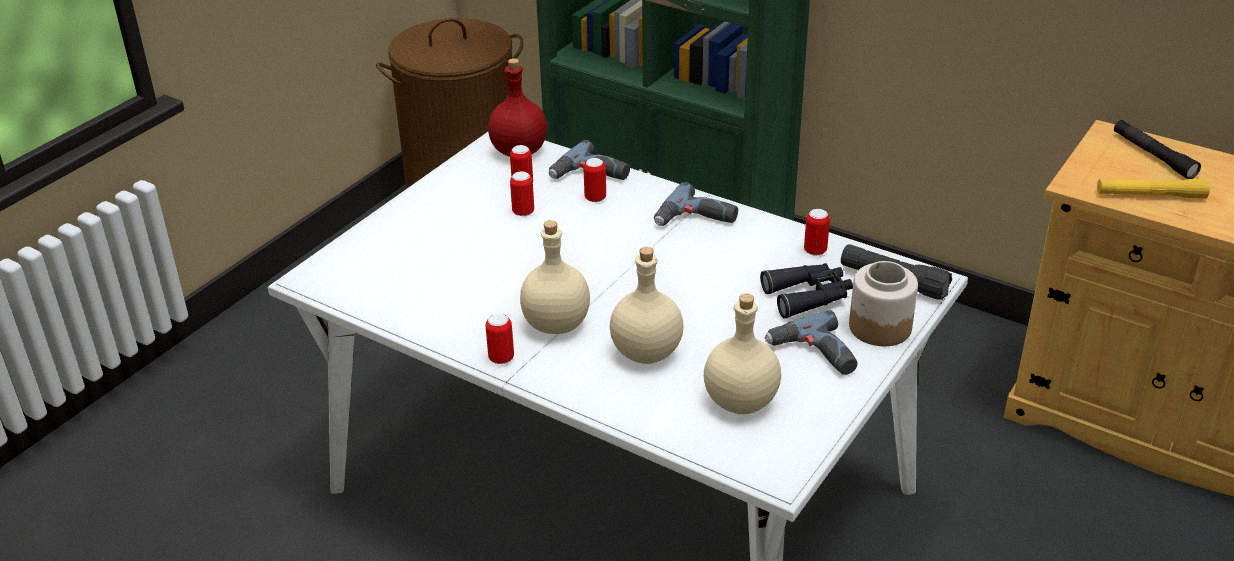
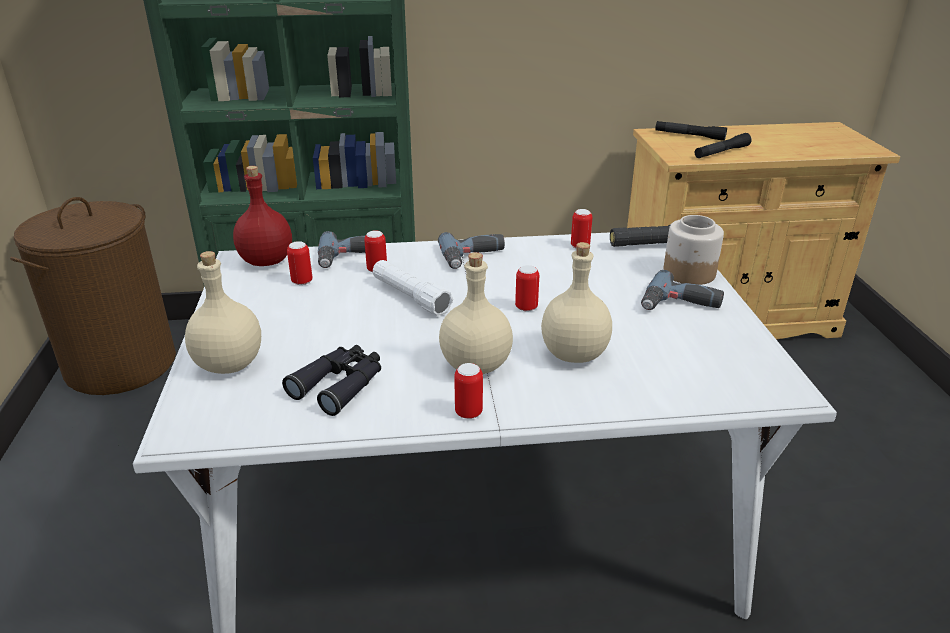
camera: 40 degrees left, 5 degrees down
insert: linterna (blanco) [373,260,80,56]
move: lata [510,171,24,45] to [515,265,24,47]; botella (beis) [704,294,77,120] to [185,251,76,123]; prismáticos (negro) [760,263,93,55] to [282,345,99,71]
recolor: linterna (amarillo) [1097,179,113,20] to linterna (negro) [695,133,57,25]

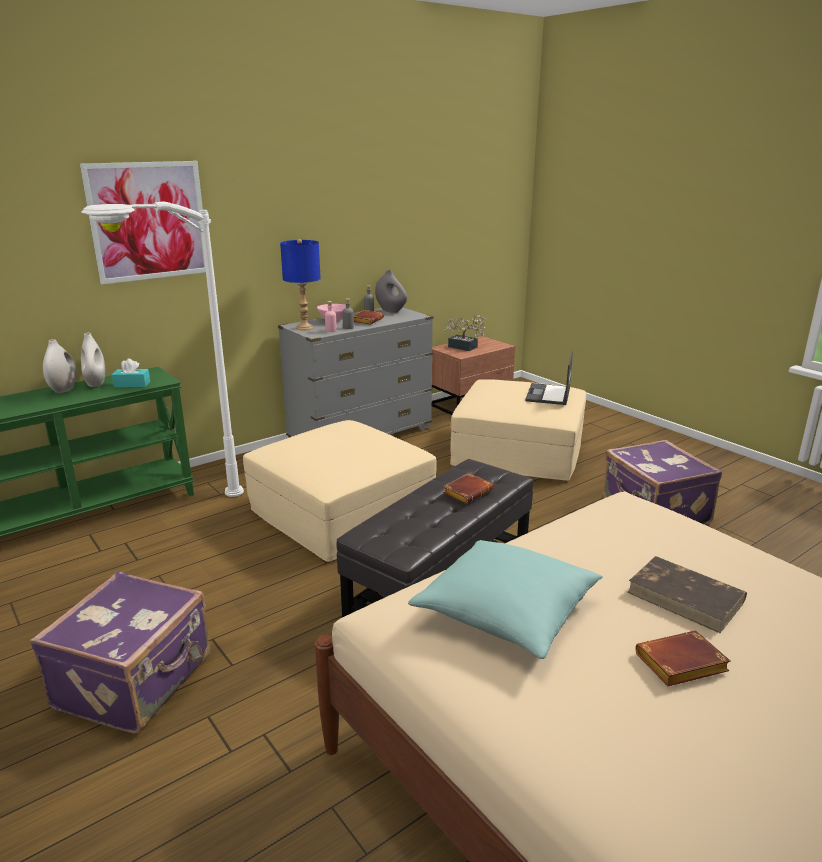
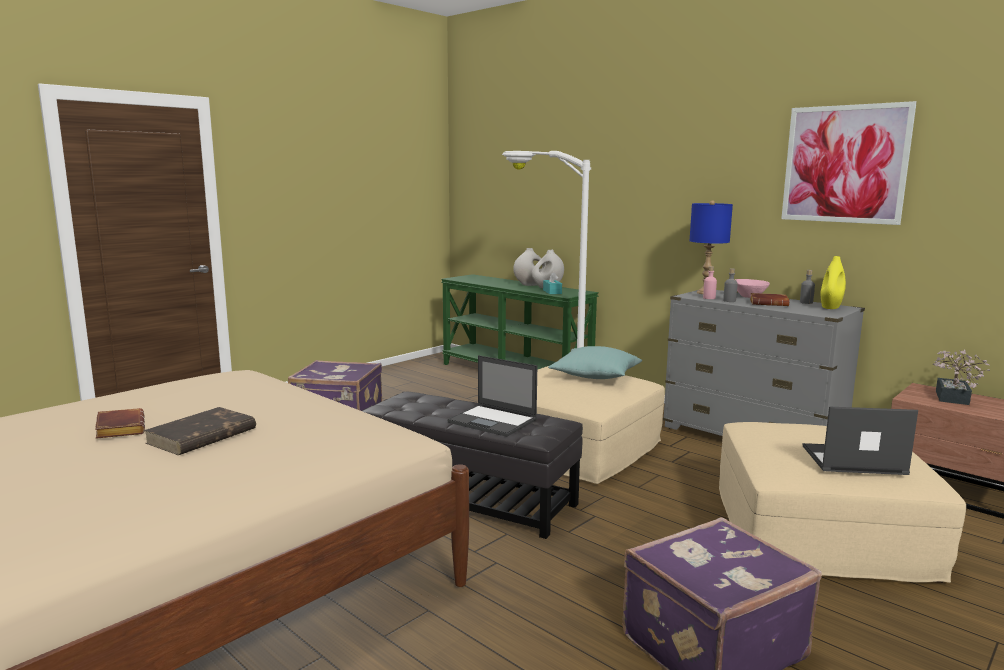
camera: 80 degrees right, 10 degrees down
move: cuadro [80,161,126,124] to [781,101,136,124]; cojín (turquesa) [408,540,195,119] to [548,346,94,33]
replace: libro (marrón) [443,473,50,31] to portátil [447,355,90,82]
recolor: florero (gris) [375,270,32,43] to florero (amarillo) [820,256,26,53]

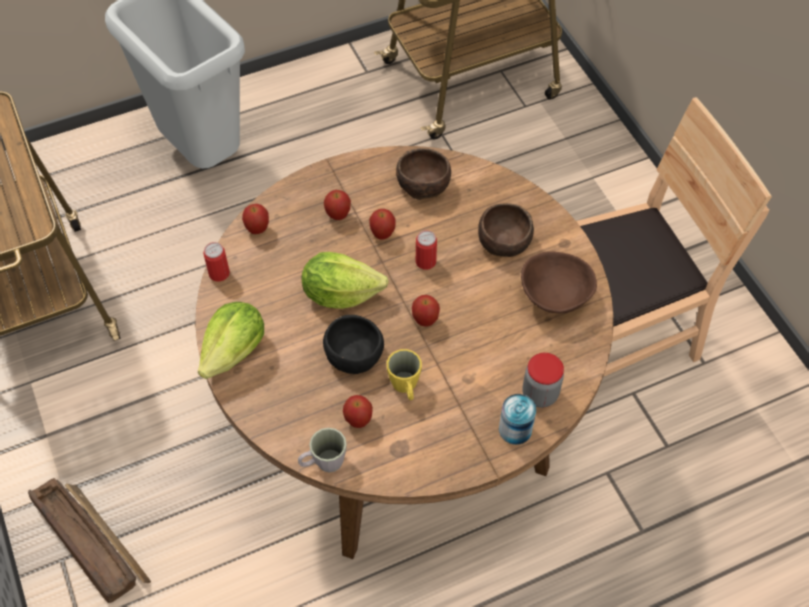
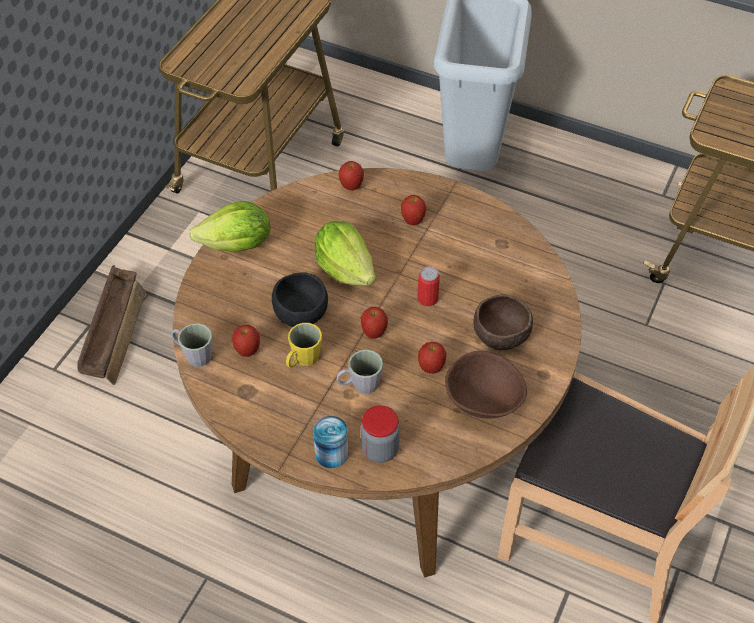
camera: 50 degrees right, 5 degrees down
delete: lata [203,242,27,40]; cuenco (marrón) [396,148,55,52]
insert: taza grande (gris) [337,350,46,44]
move: manzana [369,209,27,31] to [418,342,29,32]

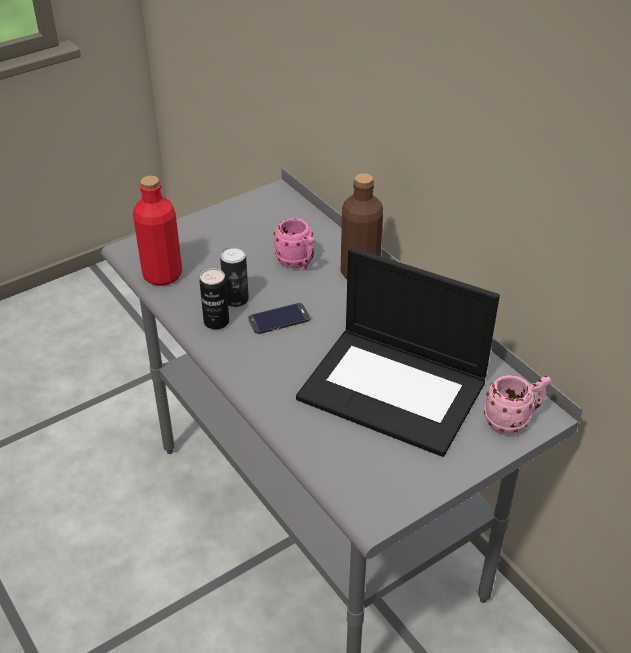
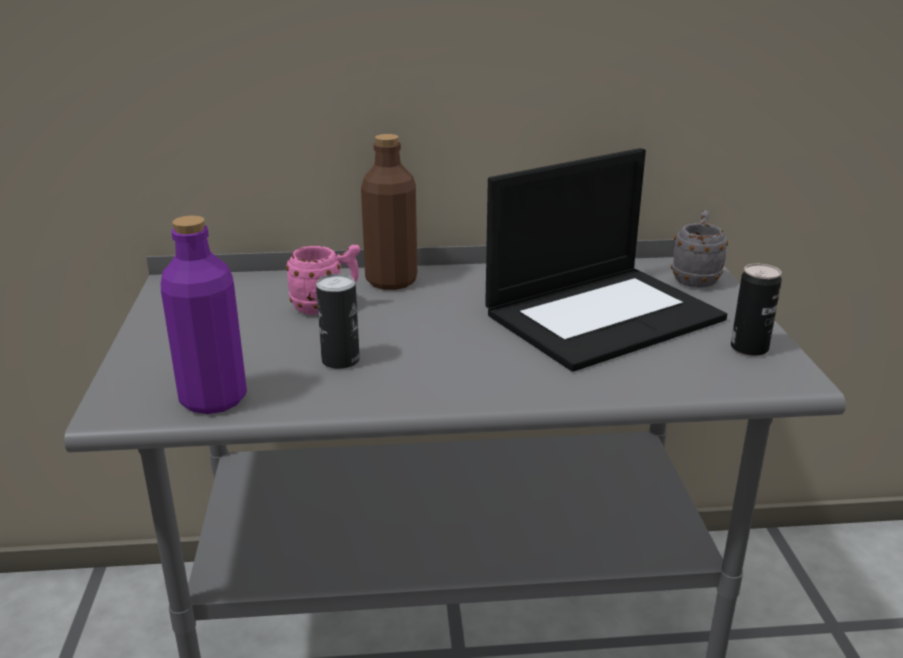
camera: 60 degrees left, 15 degrees down
delete: móvil [248,303,62,31]
move: lata [200,268,29,61] to [731,264,51,92]
recolor: botella (rojo) [133,176,49,110] to botella (morado) [161,215,86,199]; taza grande (rosa) [484,375,67,60] to taza grande (gris) [671,210,57,78]

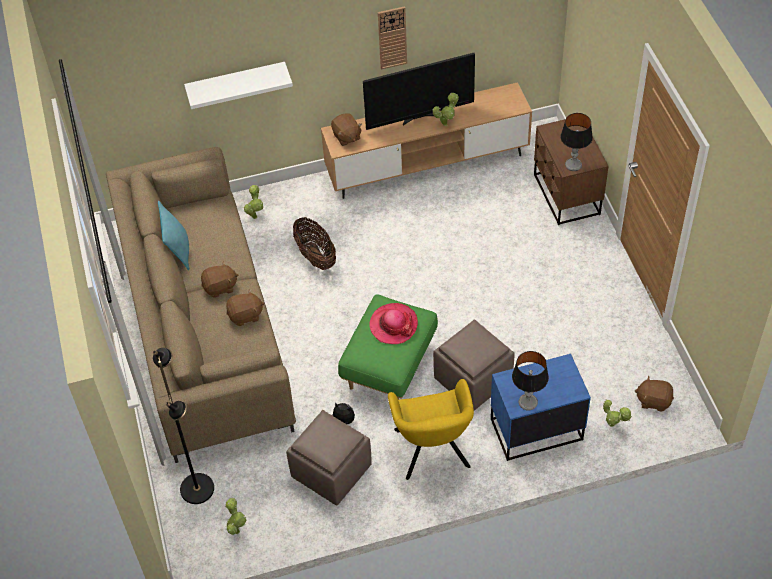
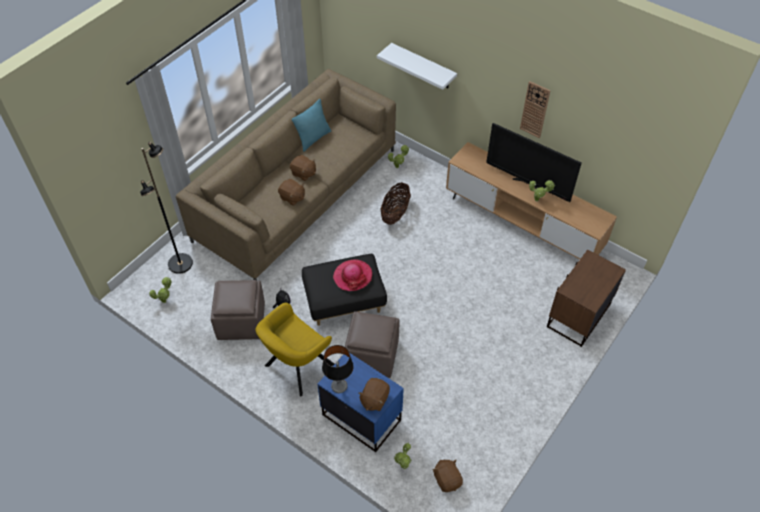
camera: 50 degrees right, 0 degrees up
delete: lámpara de mesa [560,113,33,58]
move: peluche (marrón) [331,114,31,32] to [359,378,31,33]
recolor: puf (verde) [338,294,100,106] to puf (negro) [302,254,85,72]

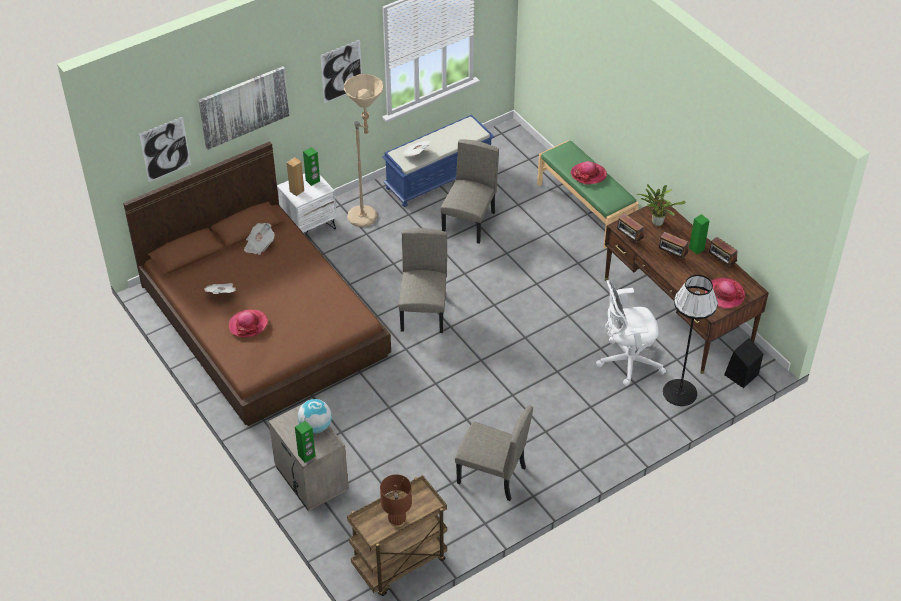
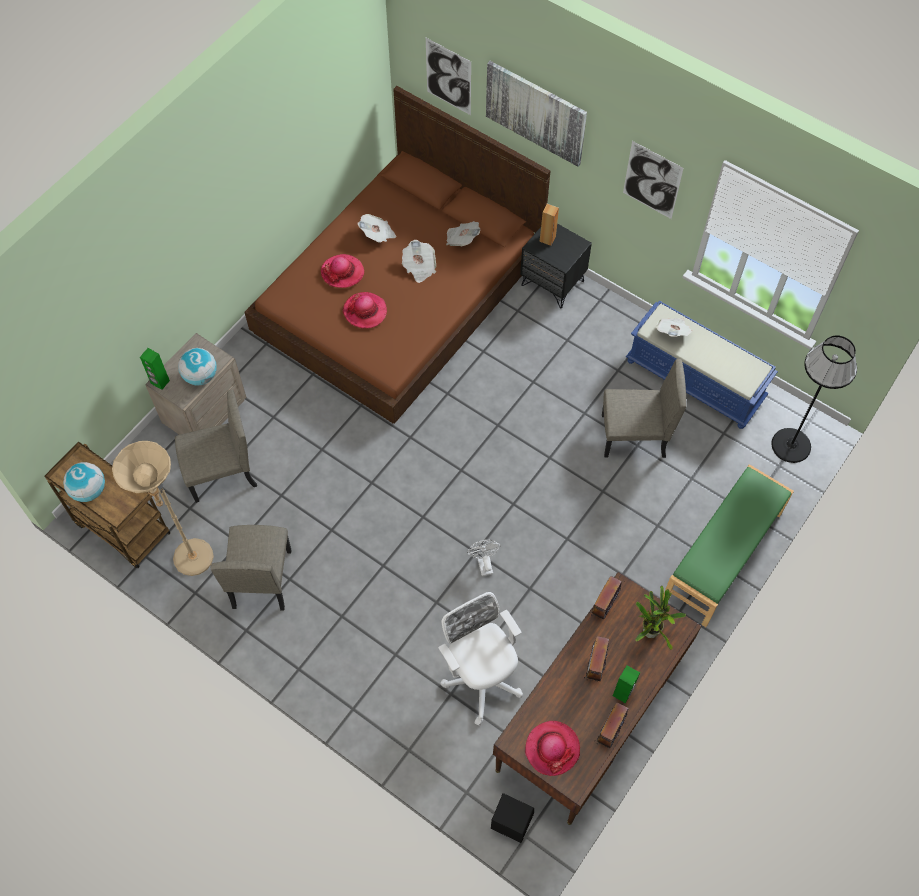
camera: 70 degrees right, 15 degrees up
delete: altavoz (verde) [303,147,17,39]
insert: periódico [402,240,34,43]; ventilador (blanco) [467,539,34,37]
move: lámpara de pie (beis) [344,74,40,153] to [112,441,102,135]; silla (beis) [398,228,49,105] to [175,390,82,113]; sombrero [571,161,36,24] to [343,292,44,37]; lámpara de pie (negro) [663,275,55,131] to [771,335,86,128]
replace: lámpara de mesa (marrón) [380,474,32,53] to globo terráqueo [63,462,42,40]
recolor: mesita de noche (blanco) [277,173,60,62] to mesita de noche (negro) [520,223,72,85]

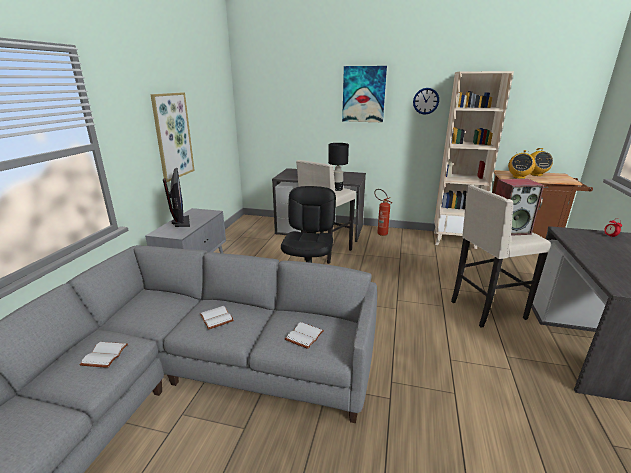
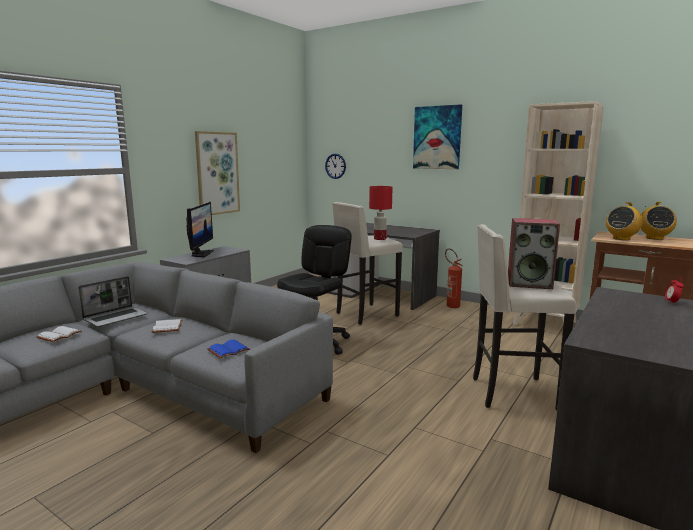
camera: 20 degrees right, 10 degrees down
insert: portátil [78,276,70,51]
move: reloj de pared [413,88,26,27] to [325,154,21,25]
recolor: libro (blanco) [285,322,39,27] to libro (azul) [207,340,43,19]; lámpara de mesa (negro) [328,143,21,48] to lámpara de mesa (rojo) [369,186,23,54]

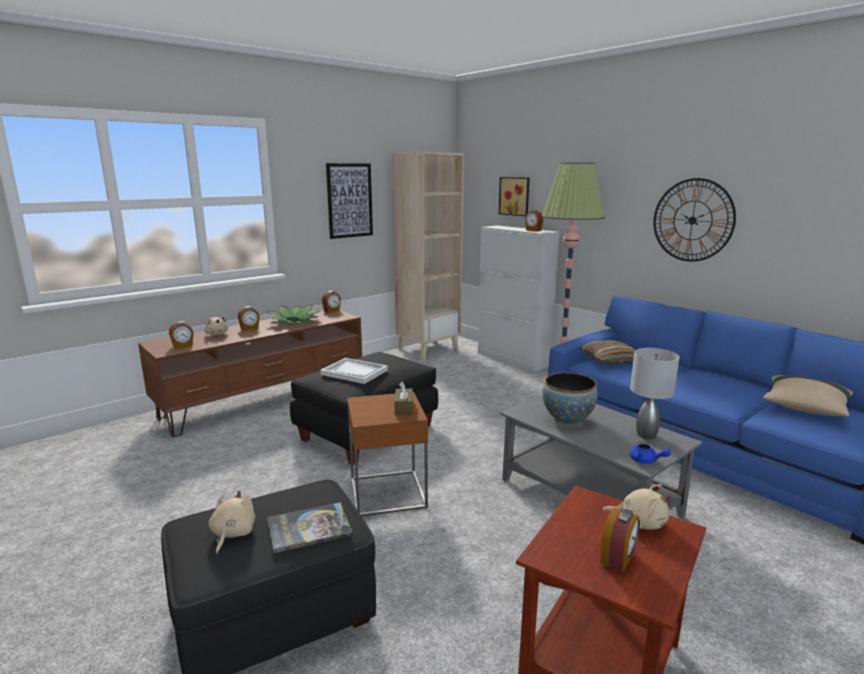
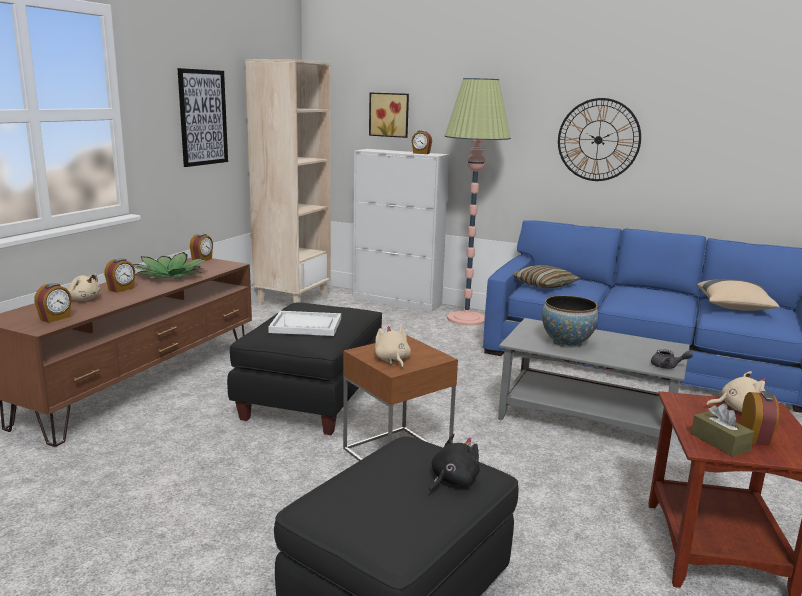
camera: 25 degrees left, 0 degrees up
delete: lámpara de mesa (gris) [630,348,49,91]
move: peluche (beis) [209,490,47,64] to [375,326,36,42]; caja de pañuelos (marrón) [395,382,18,33] to [691,404,63,53]
replace: libro [267,502,86,51] to peluche (negro) [428,434,52,60]
recolor: tetera (azul) [630,441,41,23] to tetera (gris) [651,349,42,20]

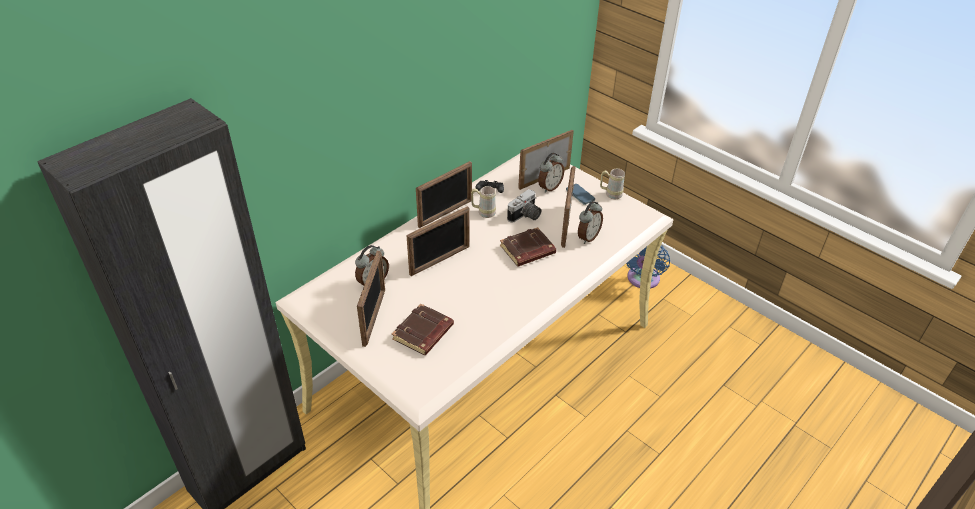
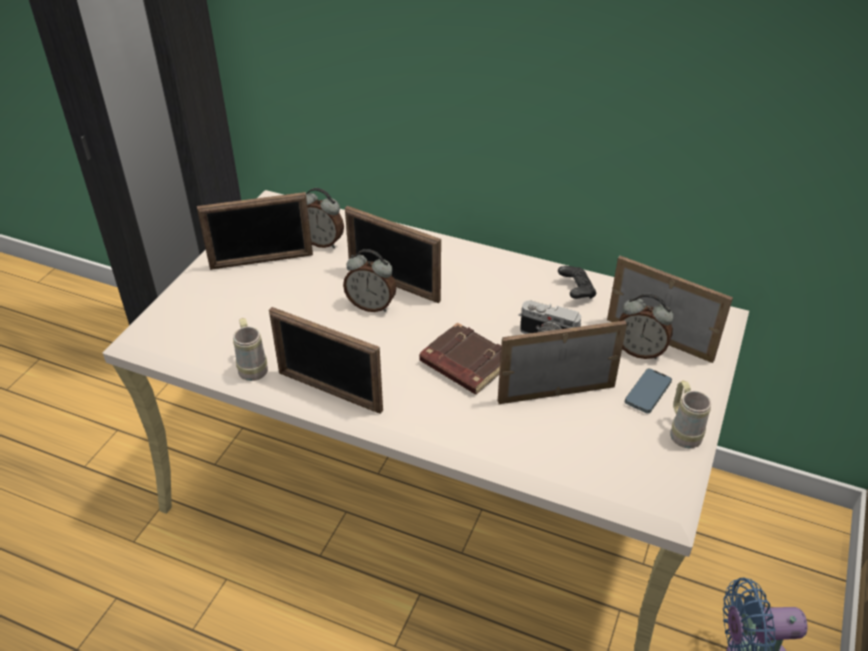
camera: 70 degrees right, 0 degrees up
delete: libro (marrón) [392,304,62,51]
move: portarretratos [416,161,56,67] to [269,307,114,107]; taza grande (beis) [471,186,25,32] to [233,318,35,63]; despertador [578,201,25,43] to [343,249,53,63]

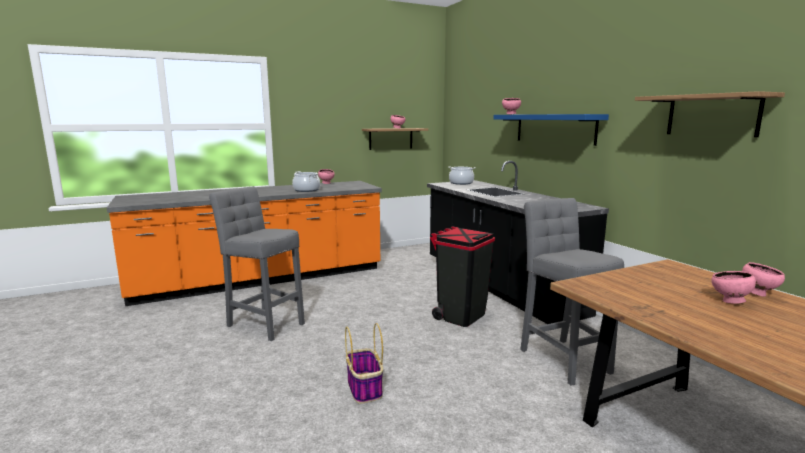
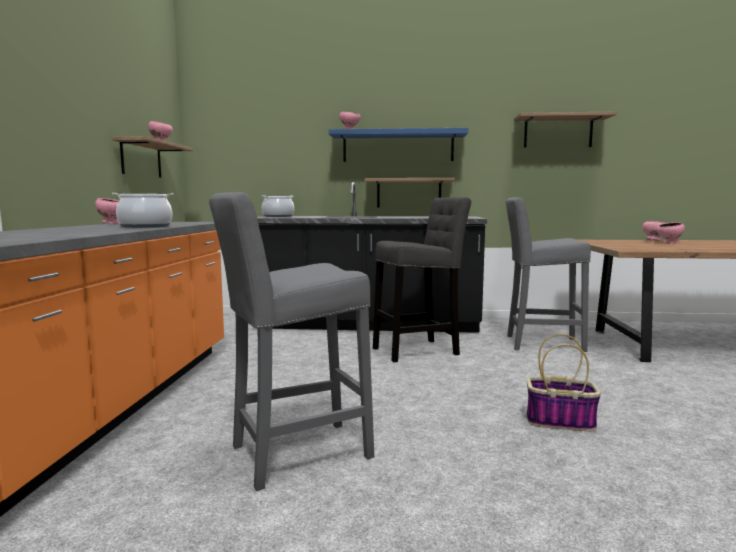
camera: 60 degrees left, 5 degrees down
insert: estante [365,178,90,29]
replace: papelera (negro) [430,226,65,101] to taburete (gris) [373,197,98,165]

